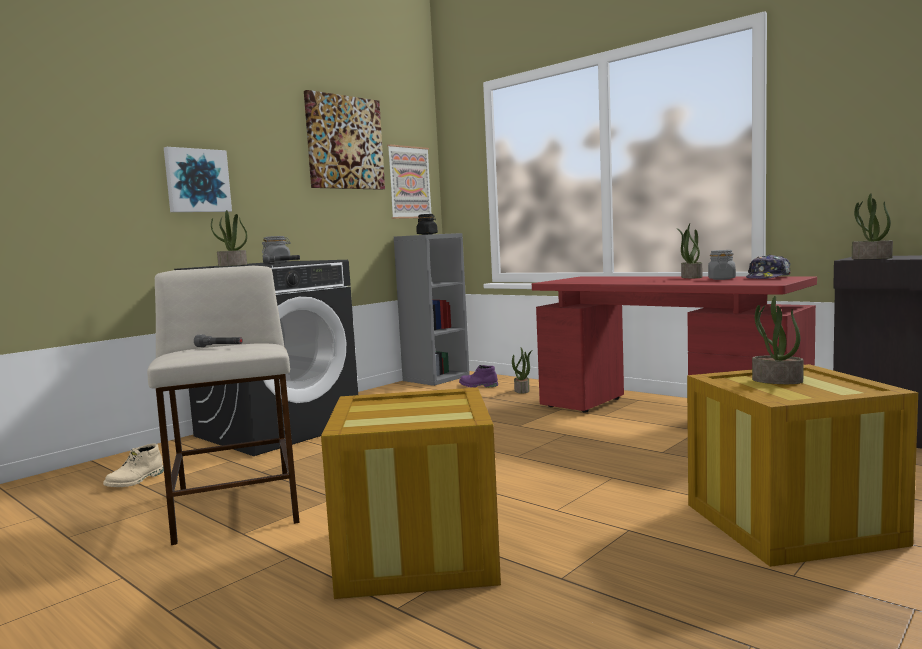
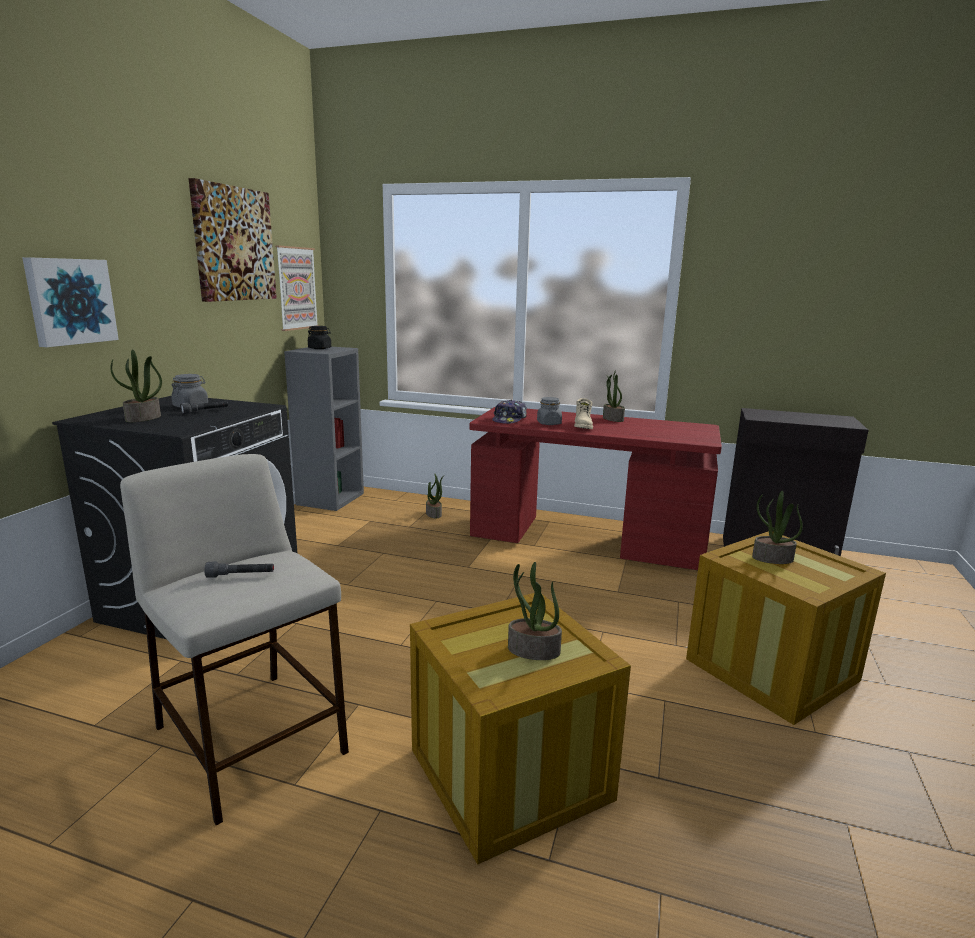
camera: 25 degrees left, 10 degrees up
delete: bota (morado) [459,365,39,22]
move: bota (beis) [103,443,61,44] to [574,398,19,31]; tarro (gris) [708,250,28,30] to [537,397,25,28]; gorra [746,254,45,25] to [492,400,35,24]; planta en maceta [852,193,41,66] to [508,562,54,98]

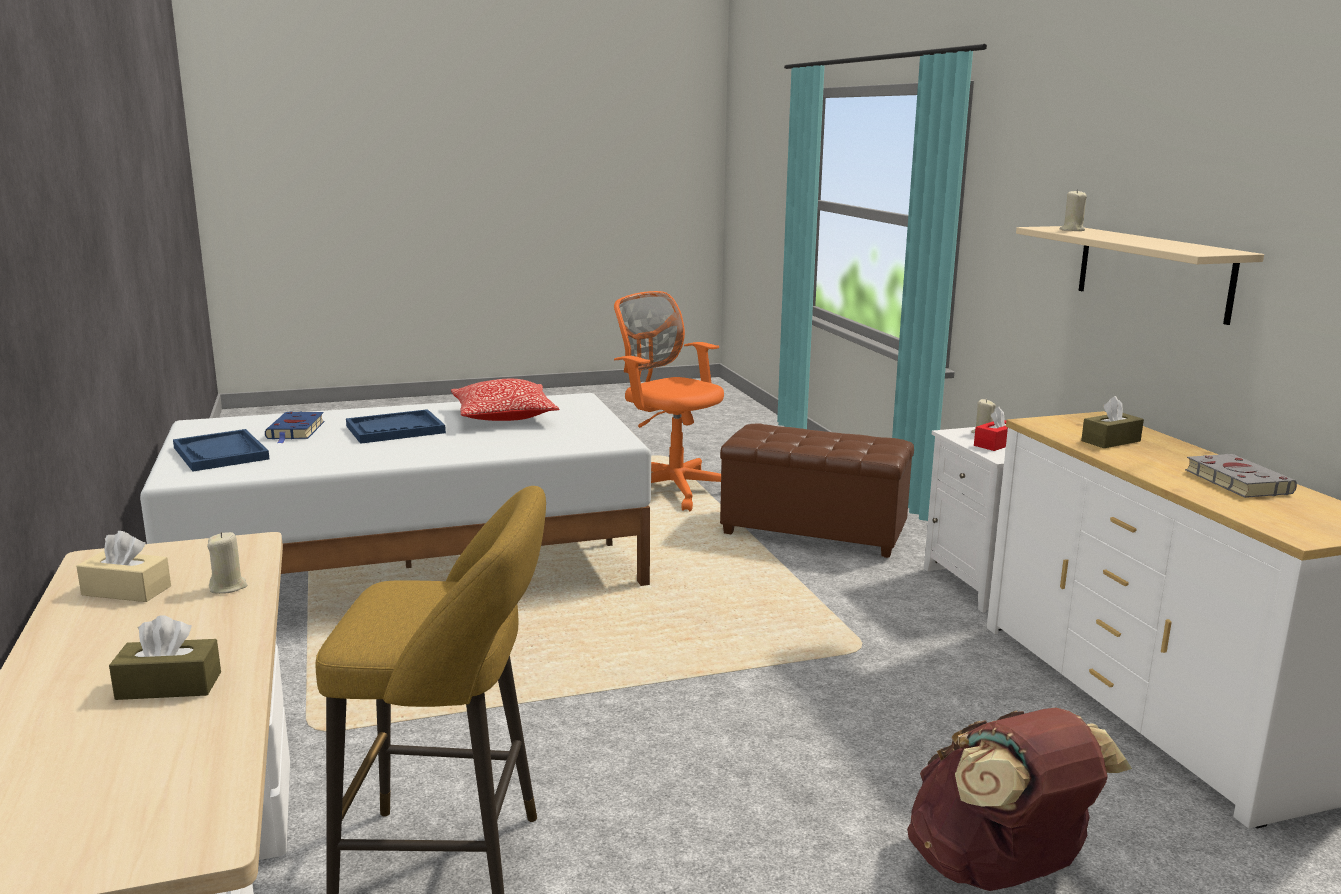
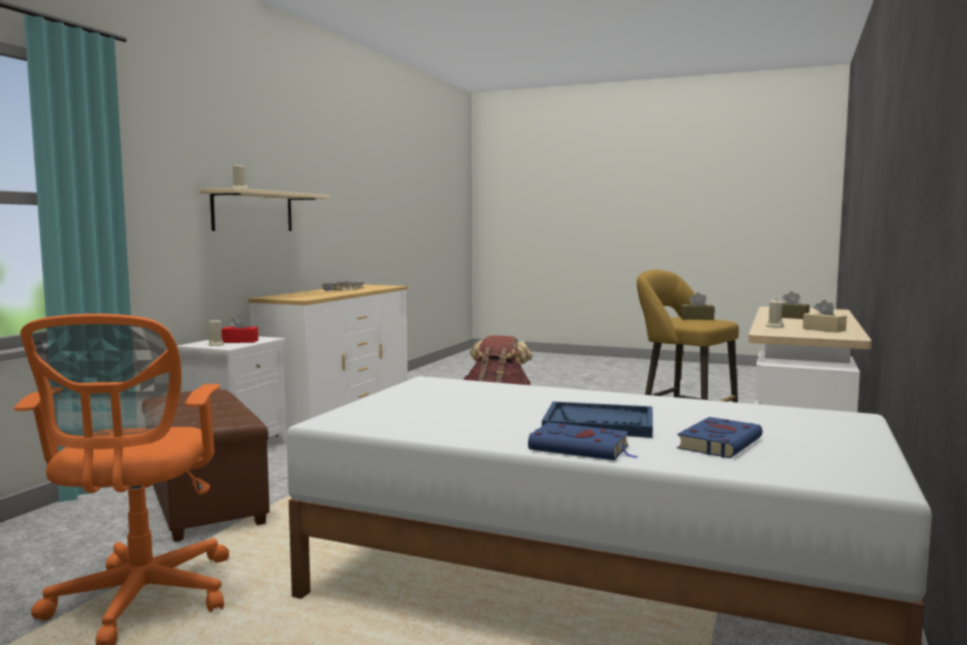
camera: 140 degrees left, 10 degrees down
delete: bandeja (azul) [173,429,96,43]; cojín [451,379,109,42]
insert: libro (azul) [528,422,111,38]
move: caja de pañuelos (marrón) [1081,396,63,52] to [681,292,34,28]

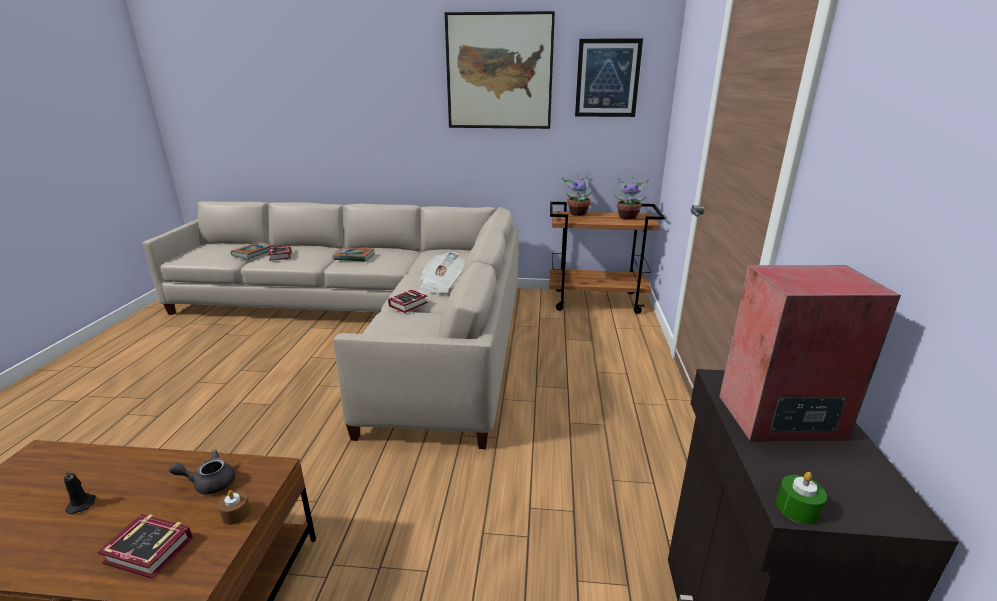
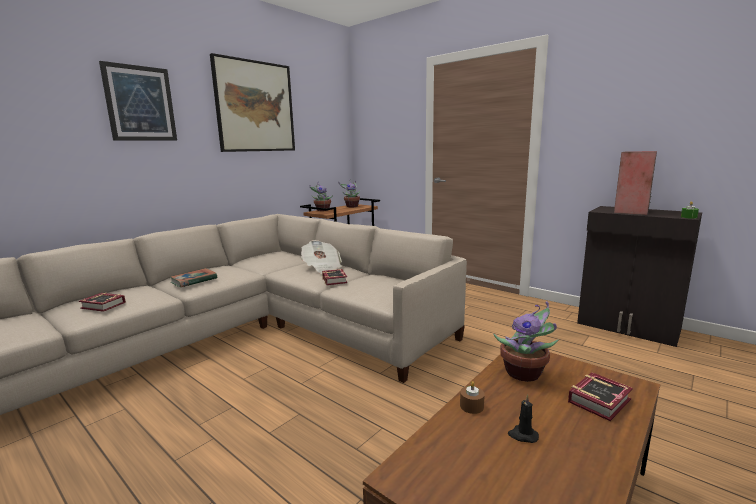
camera: 55 degrees left, 10 degrees down
delete: libro [231,242,43,17]
move: vela (marrón) [218,490,33,35] to [460,381,25,33]; cuadro [575,38,68,79] to [99,61,78,80]
replace: tetera (gris) [169,450,66,45] to planta en maceta [493,301,65,81]

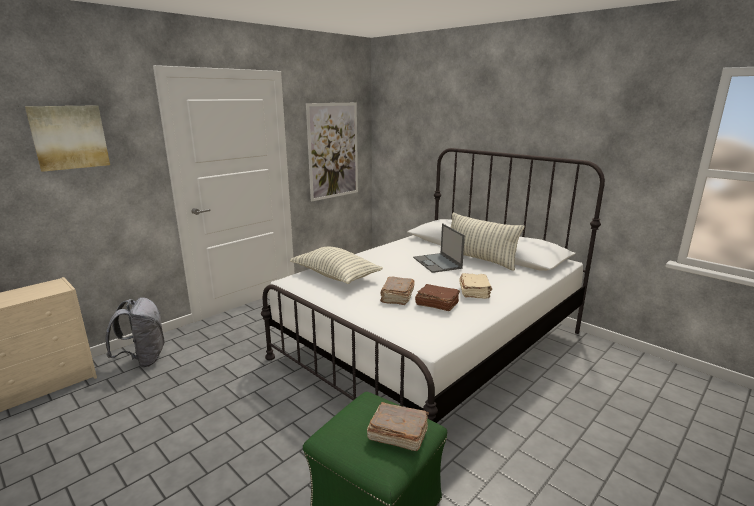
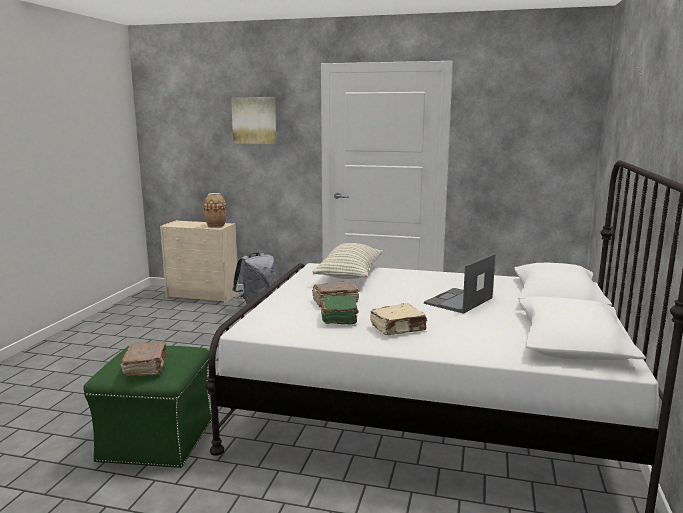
camera: 60 degrees right, 5 degrees down
delete: cuadro [306,103,52,98]; cojín [451,213,73,57]
insert: florero [204,193,22,35]
recolor: libro (marrón) [415,284,45,27] to libro (verde) [321,295,38,30]

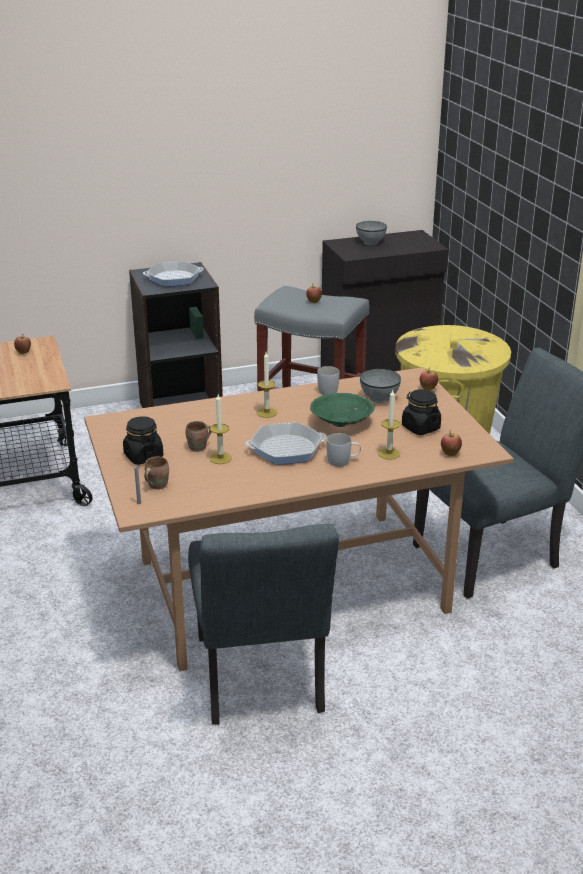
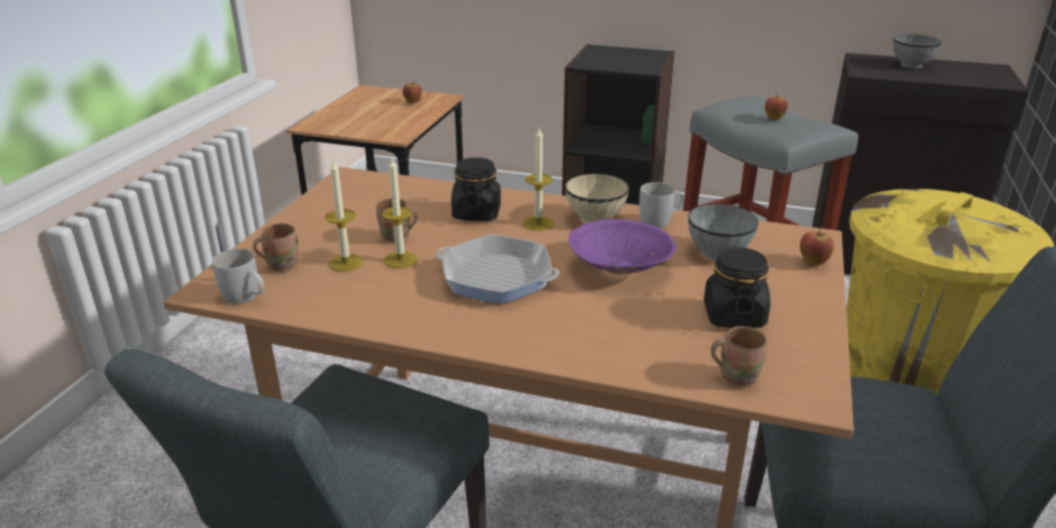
camera: 35 degrees right, 0 degrees up
delete: sartén [143,261,61,26]
insert: cuenco (beis) [565,174,64,49]
move: tarro (negro) [123,416,41,49] to [451,157,50,64]; taza grande (blanco) [327,433,34,34] to [212,249,52,55]; vela [378,390,22,70] to [325,161,39,111]
replace: manzana [441,432,21,24] to taza grande (marrón) [711,326,56,62]
recolor: cuenco (verde) [310,393,65,34] to cuenco (morado) [568,219,108,55]

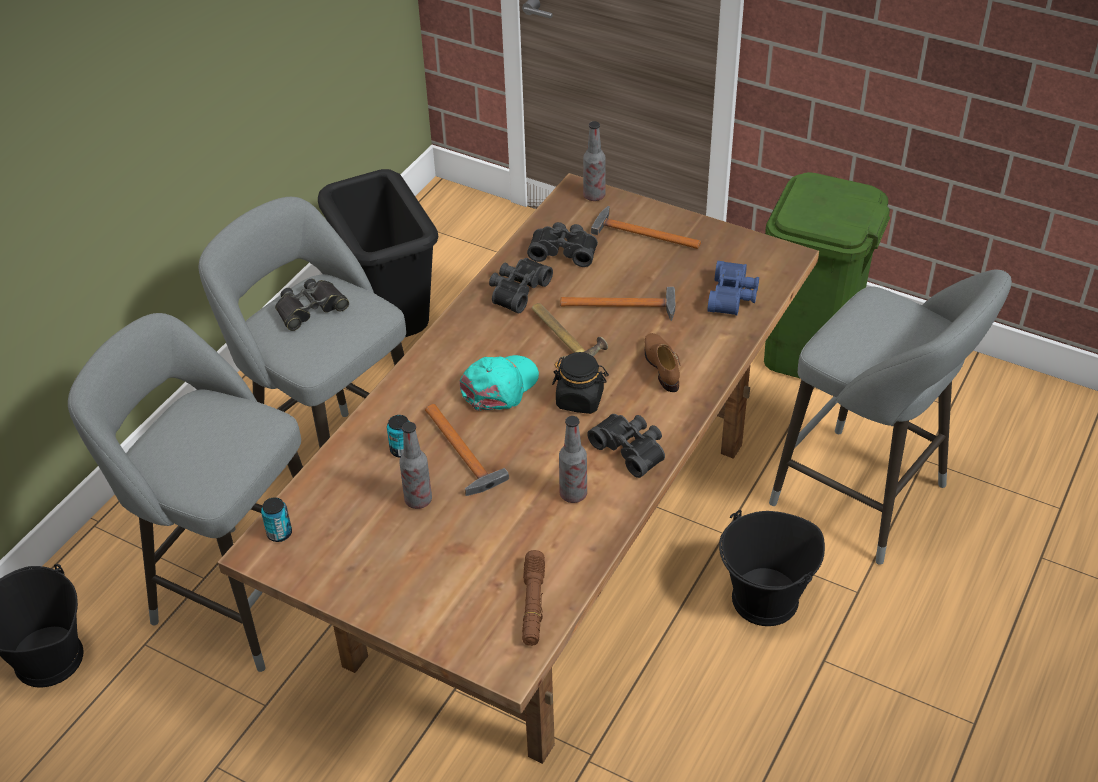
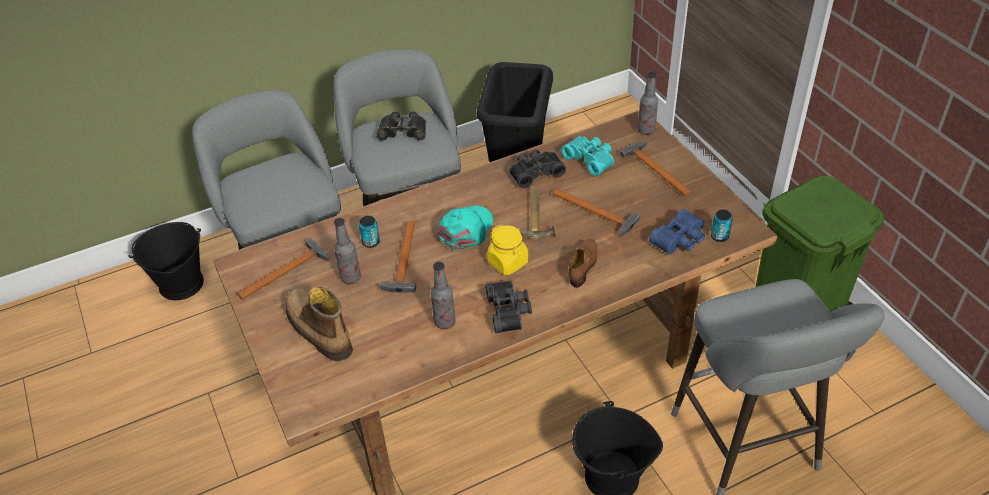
camera: 35 degrees right, 0 degrees up
delete: linterna (marrón) [522,550,23,96]
insert: martillo [238,238,91,62]; bota [285,287,68,74]
move: lata [261,497,31,45] to [711,209,22,33]
recolor: prismáticos (negro) [527,222,71,45] to prismáticos (turquesa) [561,136,53,40]; tarro (negro) [552,352,57,62] to tarro (amarillo) [487,225,41,50]
rotate: gorra (turquesa) [460,355,79,56] = [436,206,57,44] 45 degrees counterclockwise

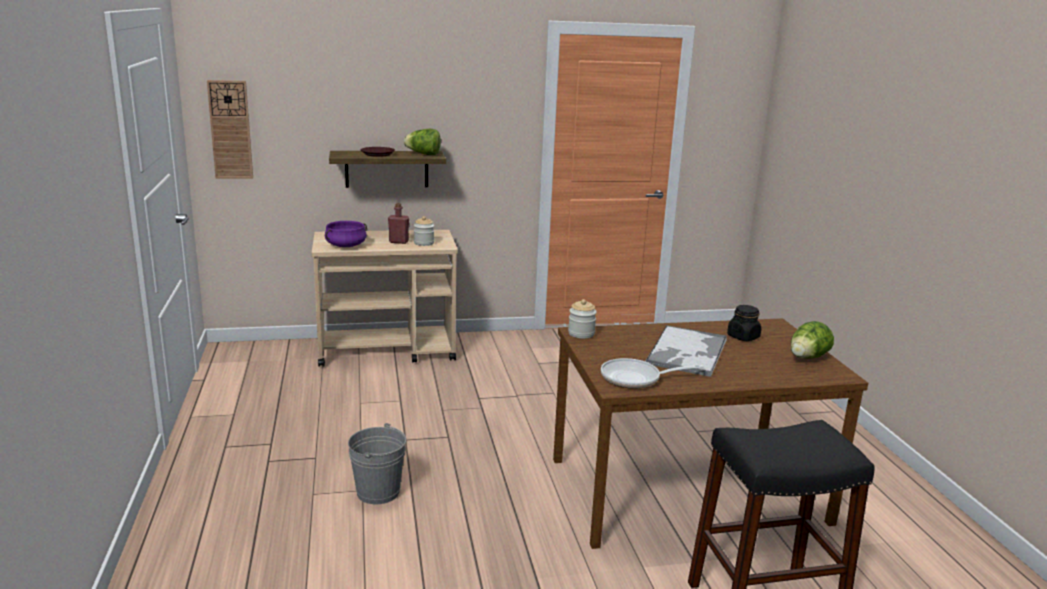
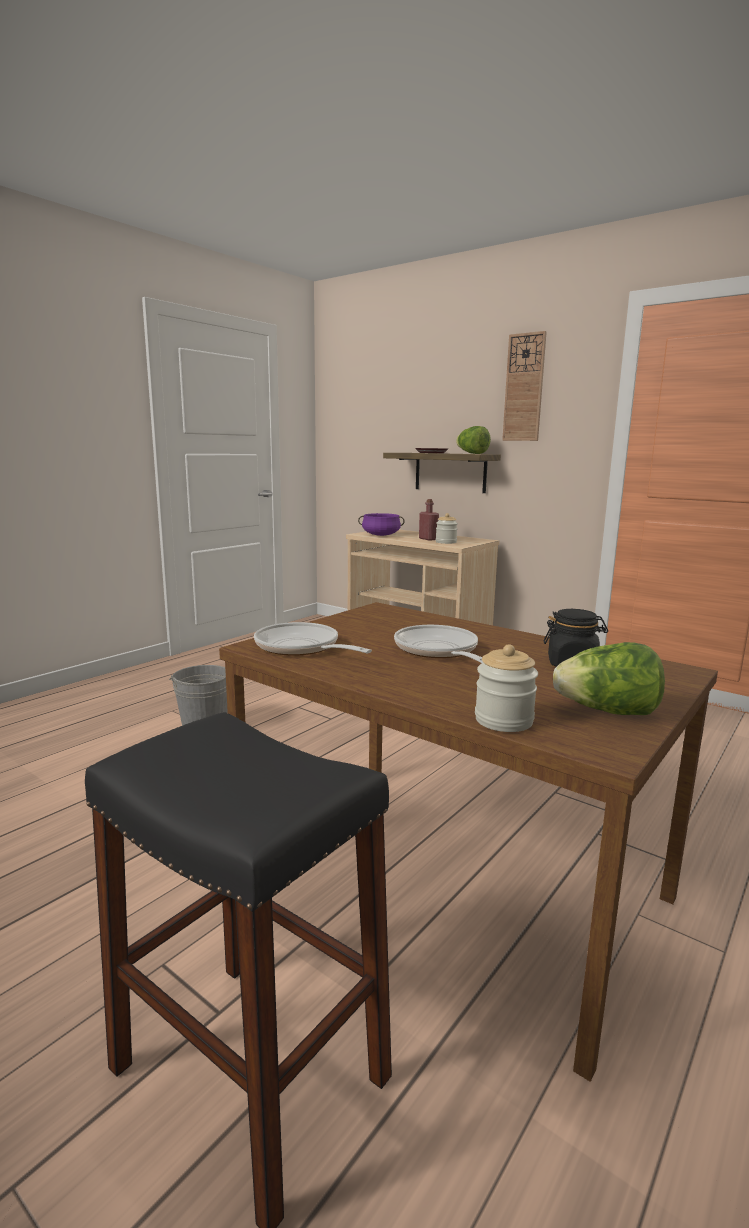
camera: 50 degrees right, 5 degrees down
move: reloj de pared [207,80,46,99] to [502,331,45,110]; tarro [568,299,29,39] to [475,645,63,87]
replace: bandeja [645,325,82,52] to sartén [394,625,89,38]

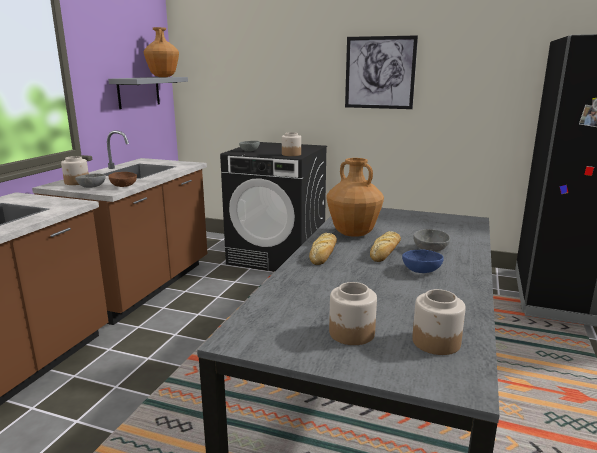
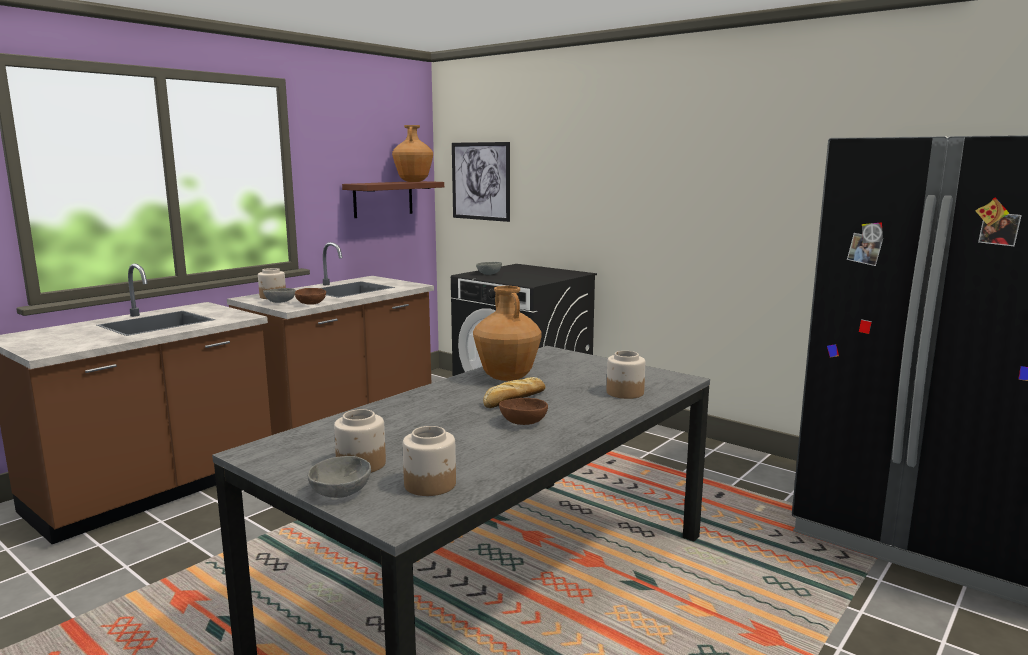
camera: 20 degrees right, 5 degrees down
delete: pan [309,233,28,32]
move: tarro [282,132,19,24] to [607,351,38,48]; cuadro [345,35,73,74] to [452,142,58,80]; cuenco (gris) [413,229,37,23] to [308,456,63,42]
recolor: estante (gris) [108,77,80,32] to estante (marrón) [342,181,102,37]; cuenco (azul) [402,249,42,24] to cuenco (marrón) [499,398,49,27]

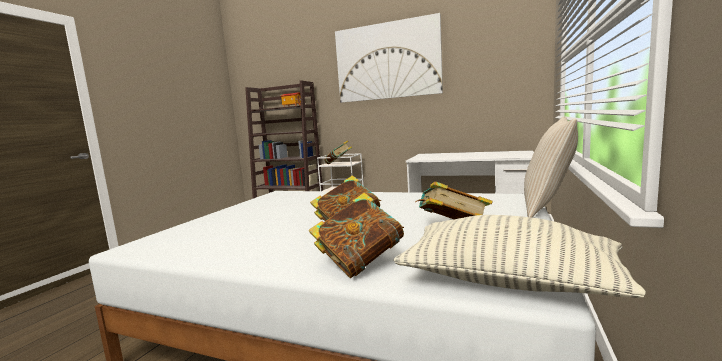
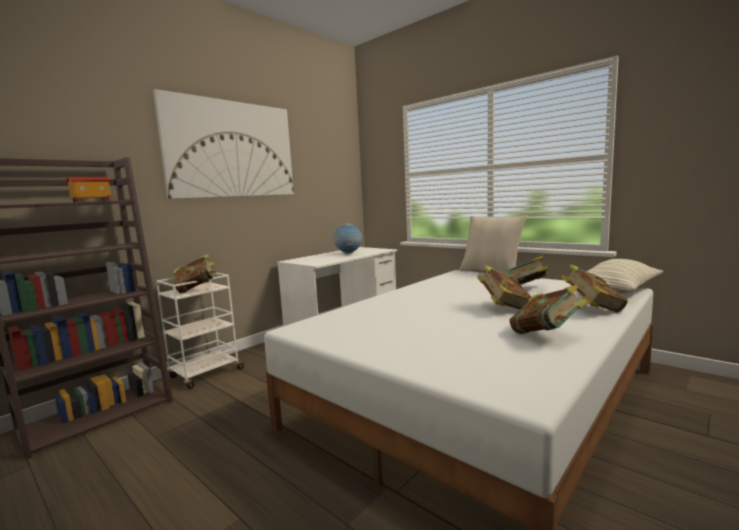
camera: 70 degrees left, 0 degrees up
insert: globo terráqueo [334,223,28,31]; libro [509,285,79,49]

